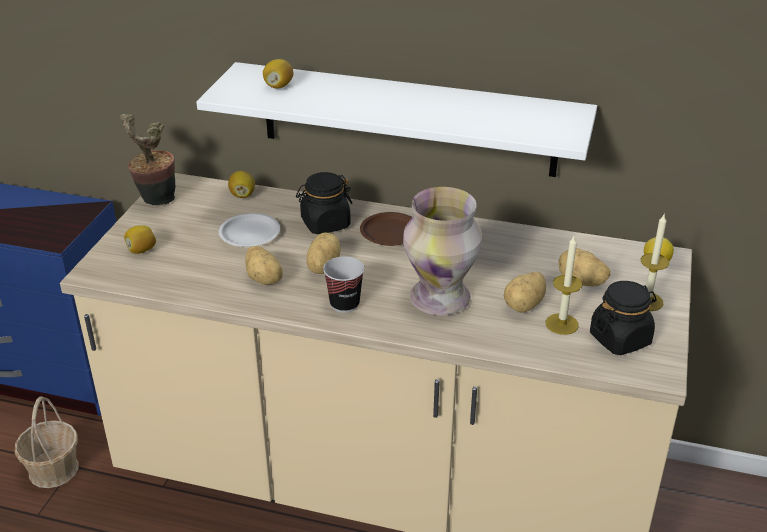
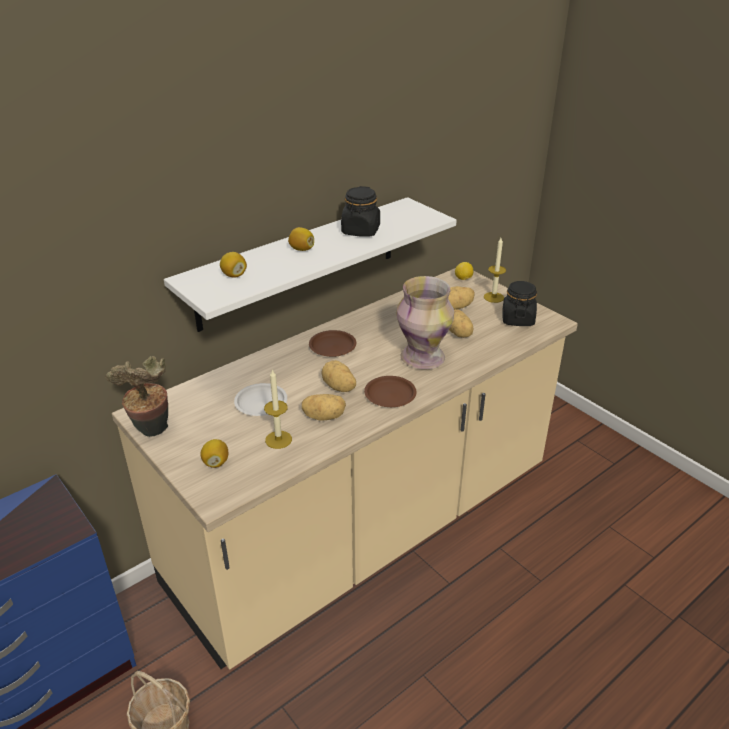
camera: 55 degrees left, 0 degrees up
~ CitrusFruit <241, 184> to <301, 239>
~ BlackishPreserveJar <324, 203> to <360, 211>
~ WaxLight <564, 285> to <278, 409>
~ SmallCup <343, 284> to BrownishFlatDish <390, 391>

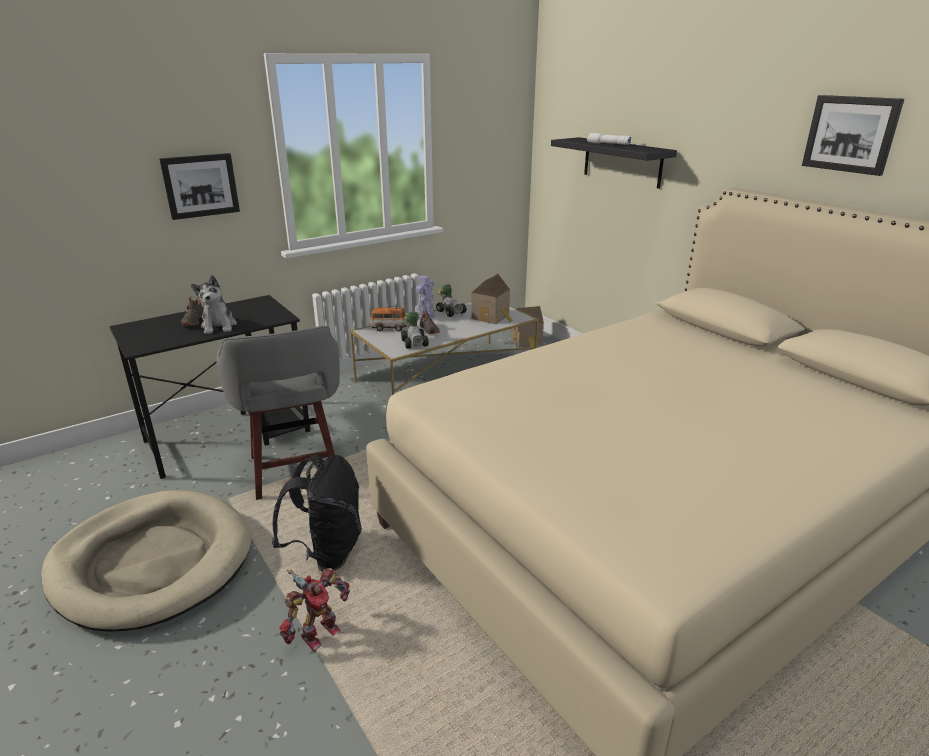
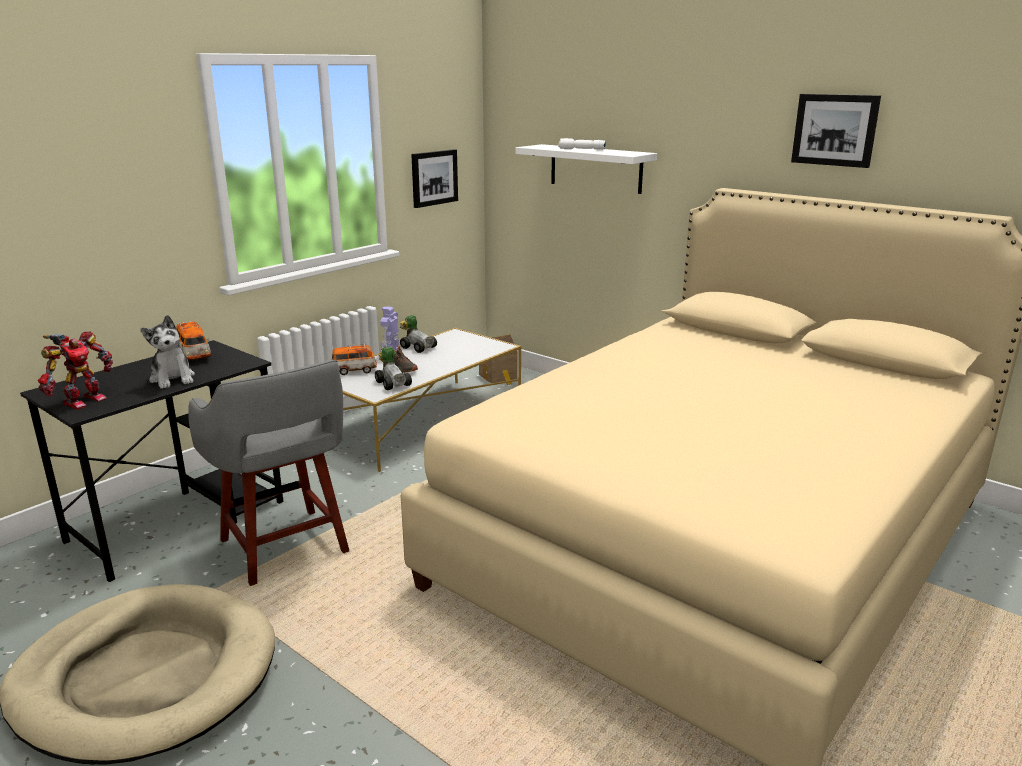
camera: 15 degrees left, 5 degrees down
- BlackishItemOfFootwear <192, 311>
- BlackishKnapsack <317, 513>
- MiniatureHouse <492, 299>
+ ModelCar <193, 340>
~ Picture <199, 186> to <434, 178>
~ ToyRobot <314, 610> to <75, 370>
~ BlackishBracketShelf <614, 163> to WhiteBracketShelf <586, 169>

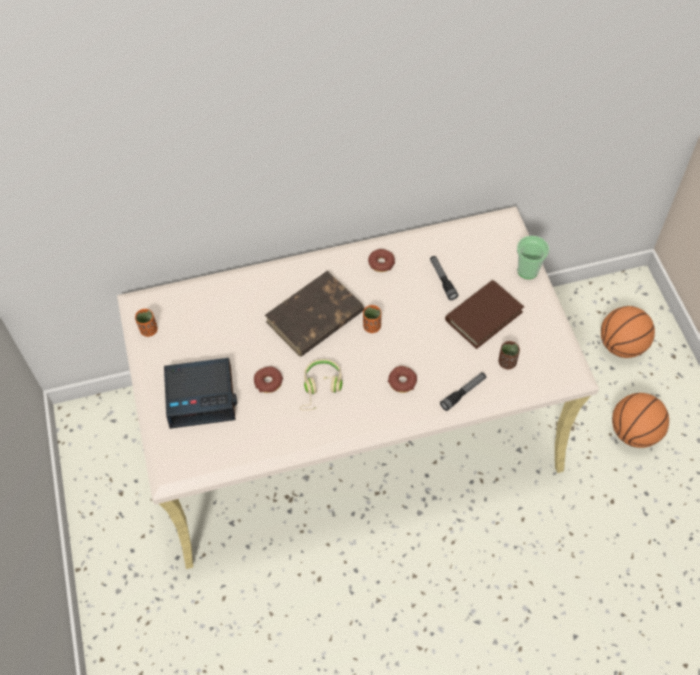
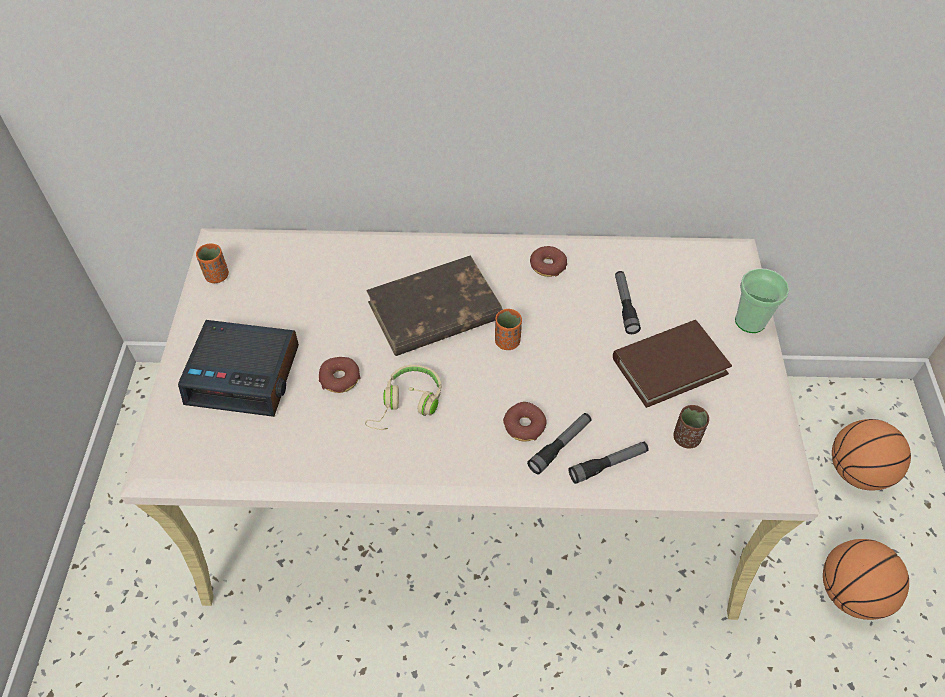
camera: 15 degrees right, 5 degrees down
+ Flashlight <559, 444>

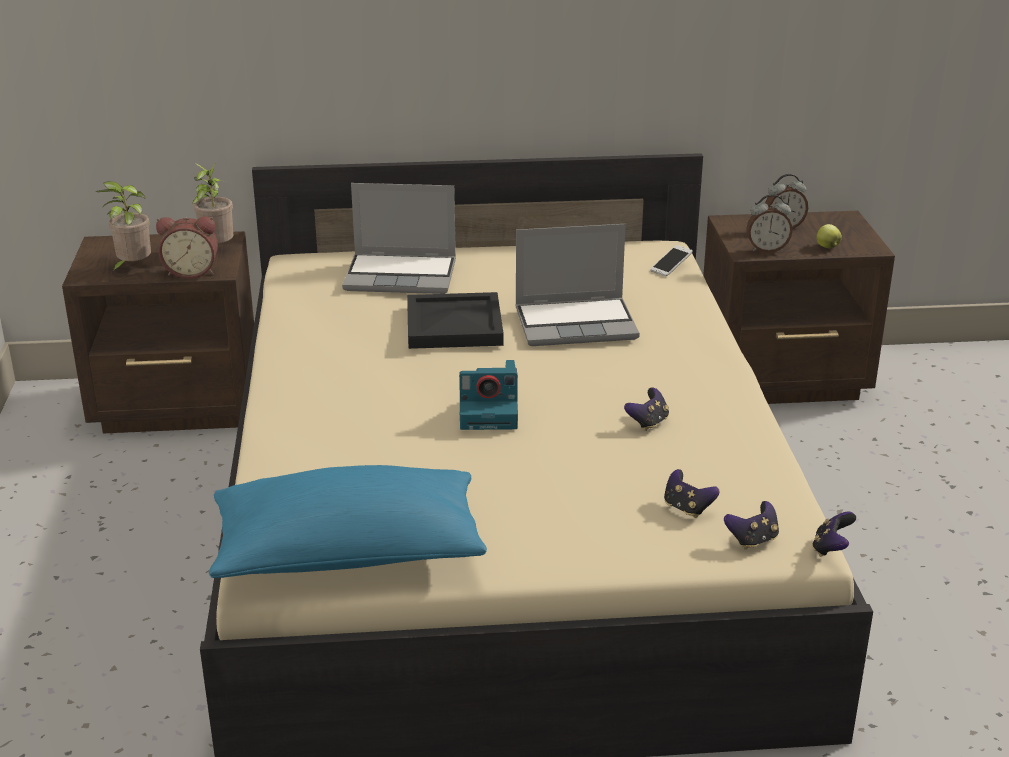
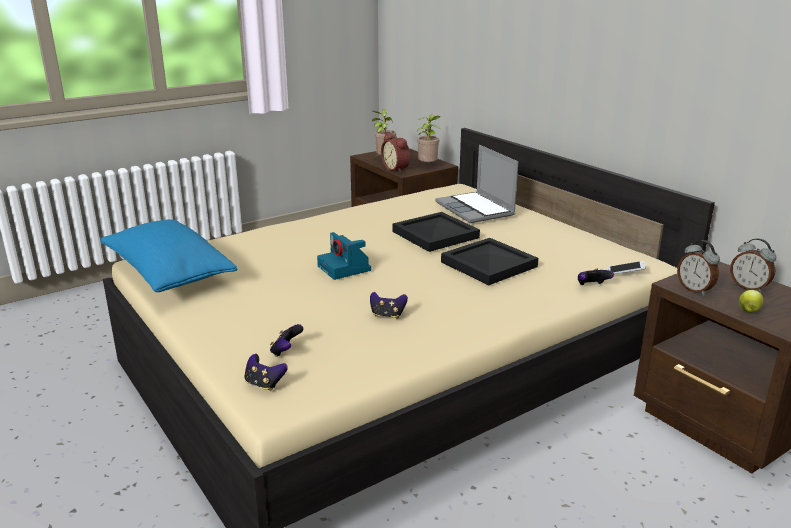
camera: 60 degrees right, 5 degrees down
~ Joypad <834, 534> to <596, 277>
~ PortableComputer <577, 285> to BlackishTray <489, 261>

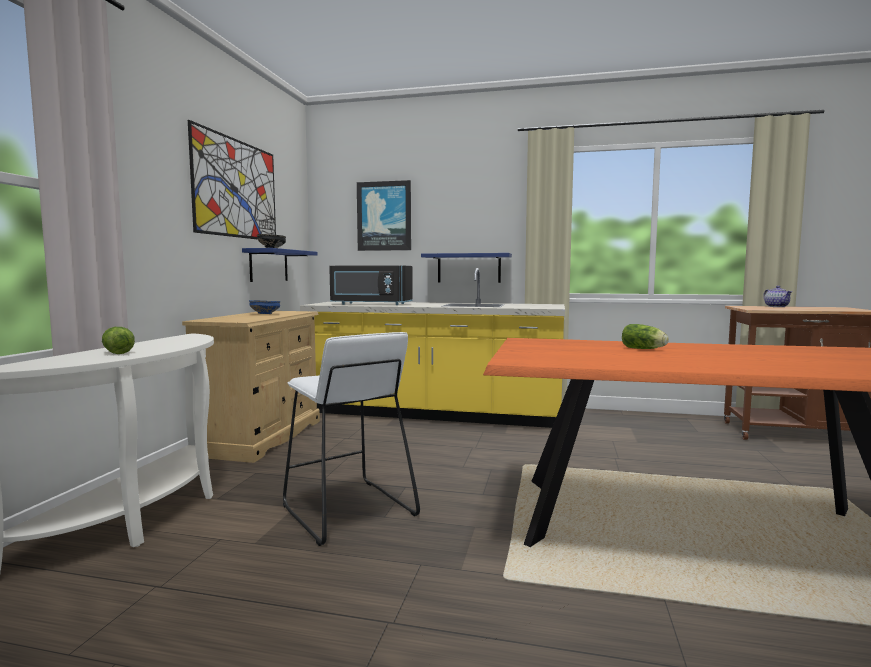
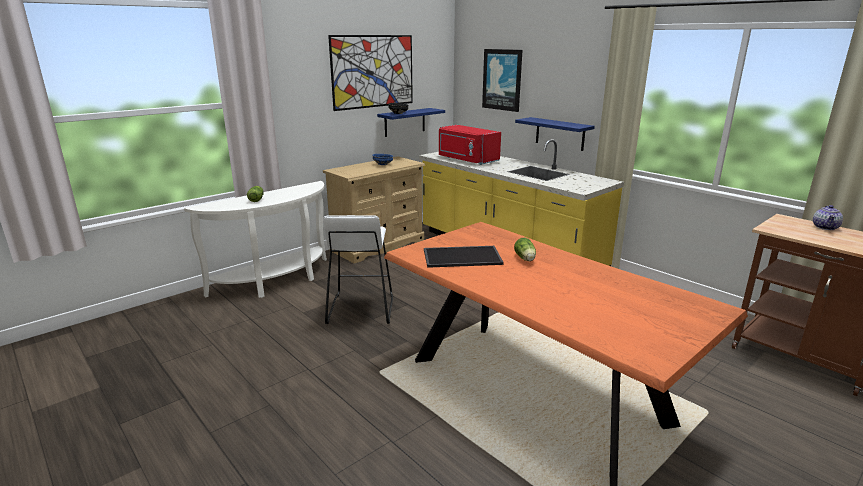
camera: 35 degrees right, 15 degrees up
+ Tray <464, 257>
~ BlackishMicrowaveOven <371, 285> to RedMicrowaveOven <470, 145>

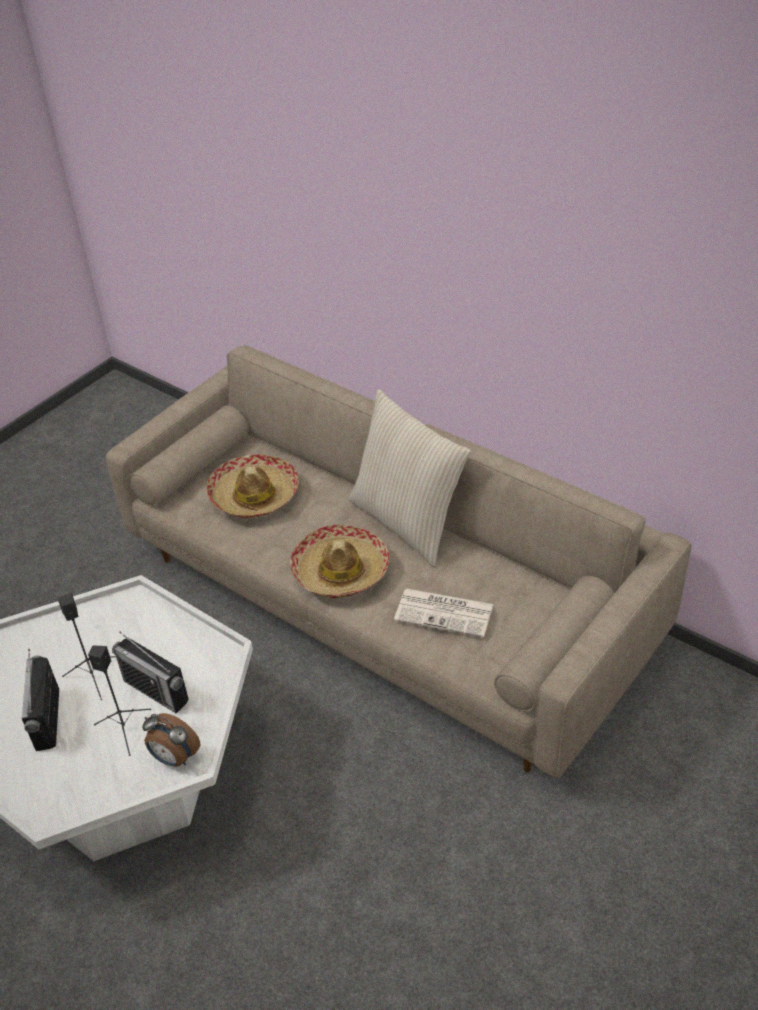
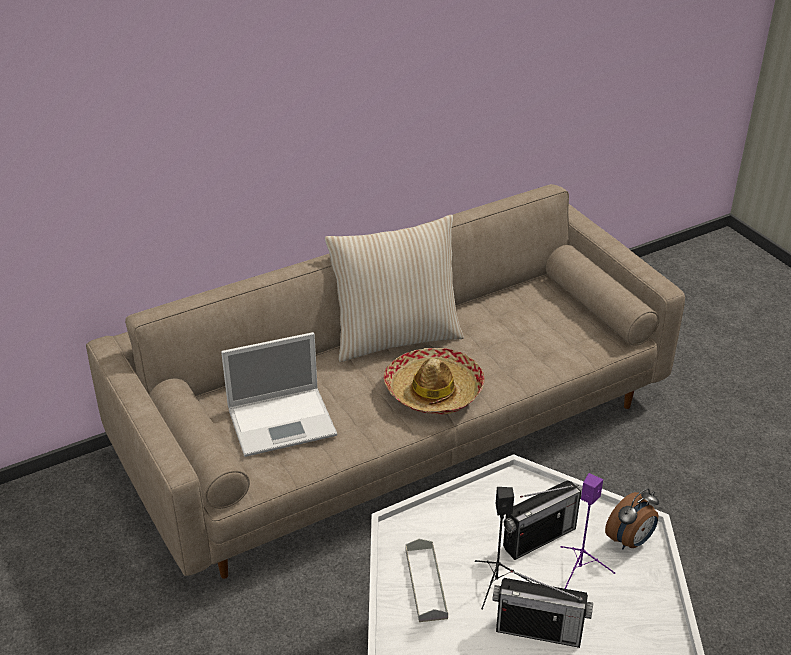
camera: 70 degrees left, 5 degrees down
- Newspaper <444, 613>
+ GreyishTray <426, 580>
~ ClothingHat <252, 486> to PortableComputer <279, 394>
~ BlackishLoudspeaker <119, 700> to PurpleLoudspeaker <588, 531>

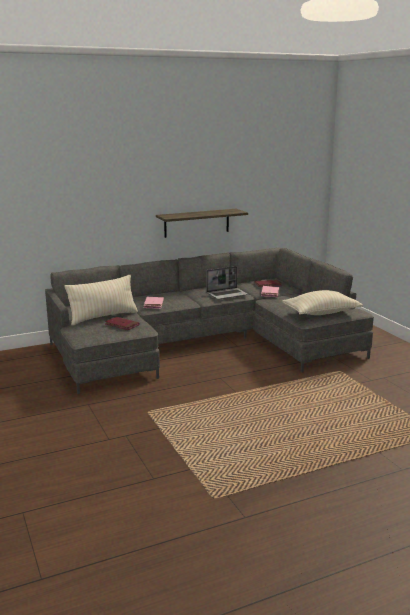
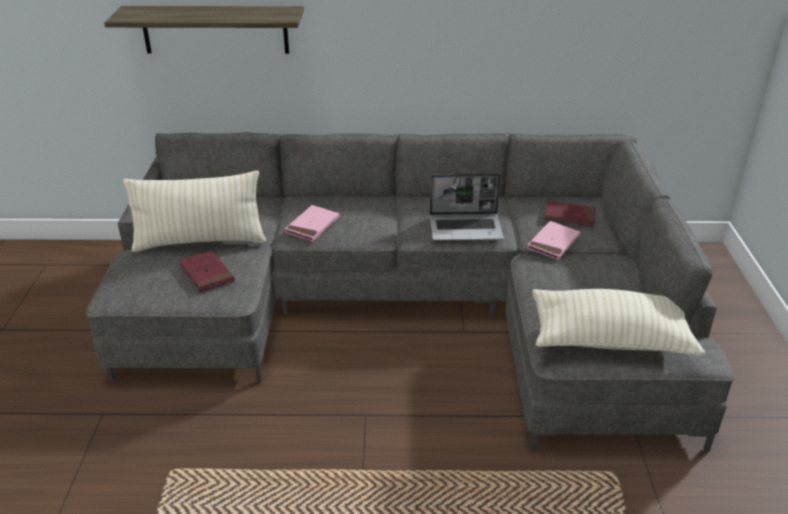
camera: 25 degrees right, 15 degrees up
~ BracketShelf <202, 223> to <204, 30>

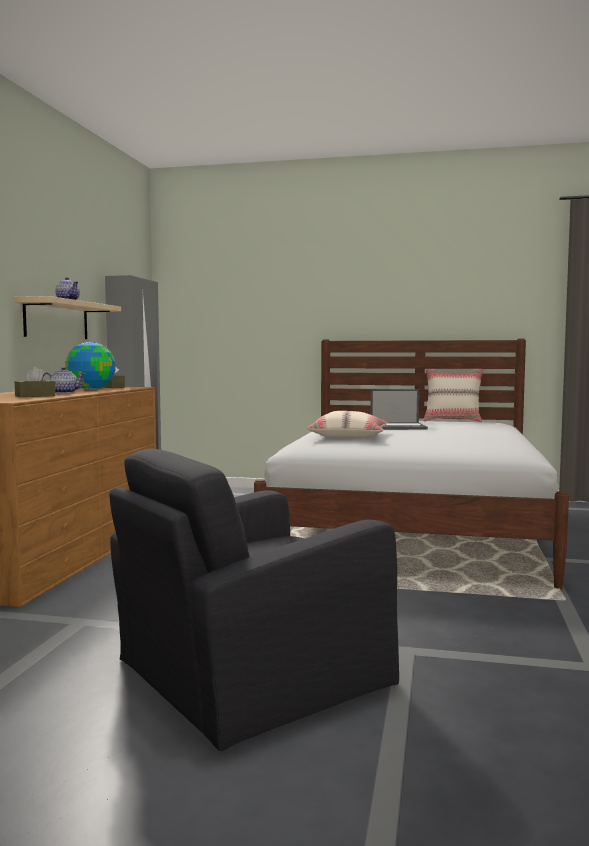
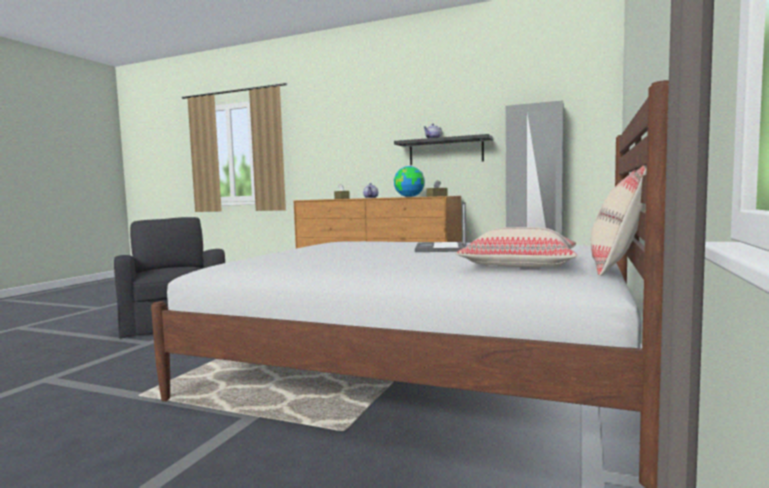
camera: 100 degrees right, 0 degrees up
~ BeigeColouredCushion <347, 425> to <516, 247>
~ BeigeColouredBracketShelf <67, 317> to BlackishBracketShelf <443, 149>

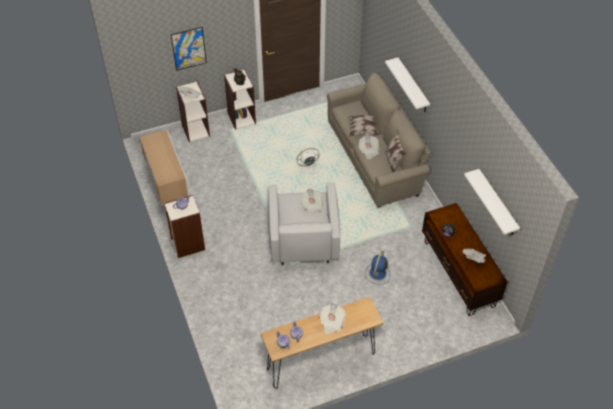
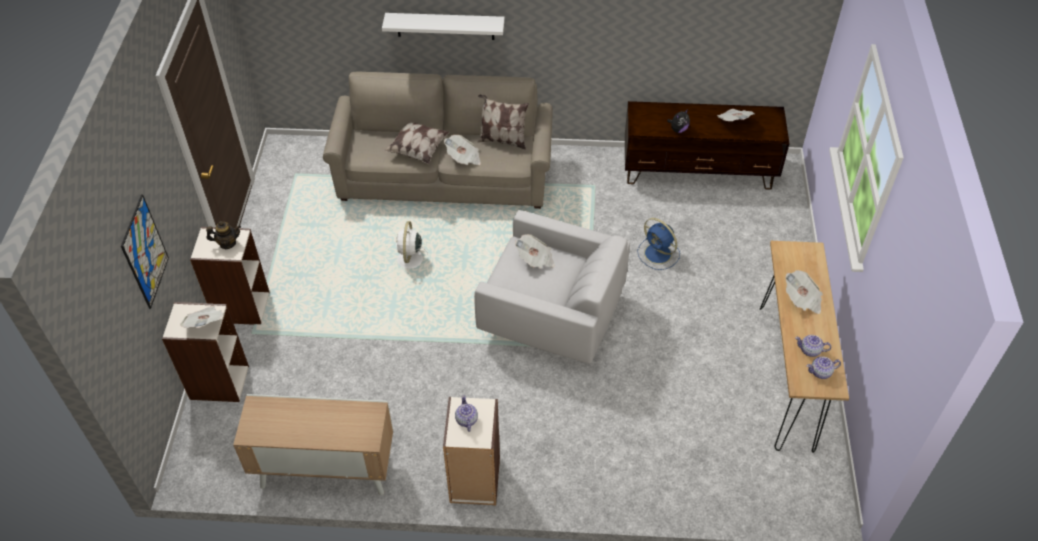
camera: 65 degrees left, 0 degrees up
- WhiteBracketShelf <492, 202>

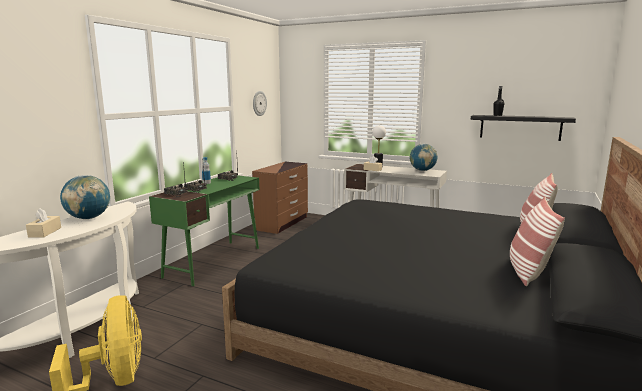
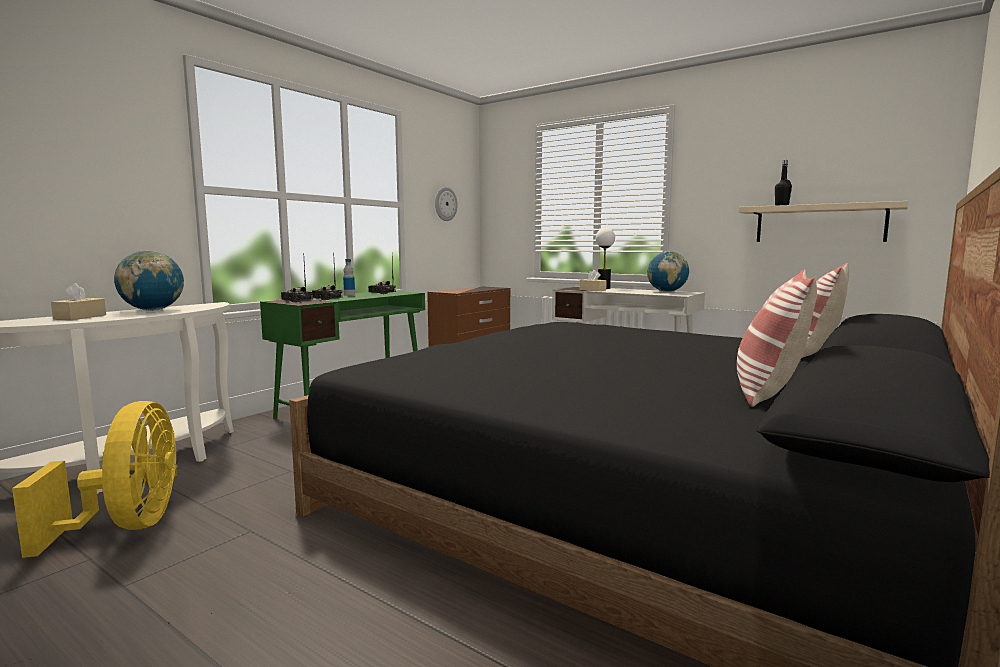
camera: 10 degrees right, 5 degrees down
~ BlackishBracketShelf <523, 128> to BeigeColouredBracketShelf <823, 221>

